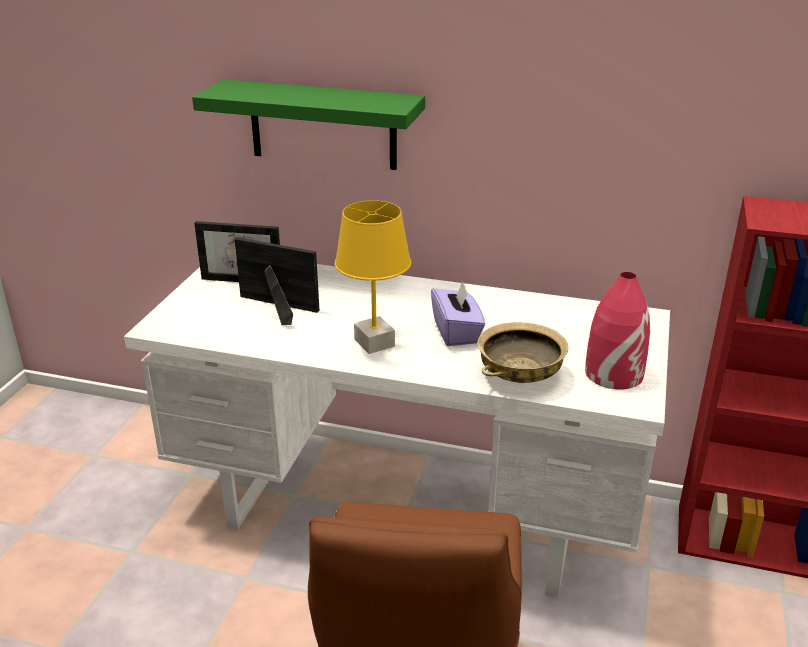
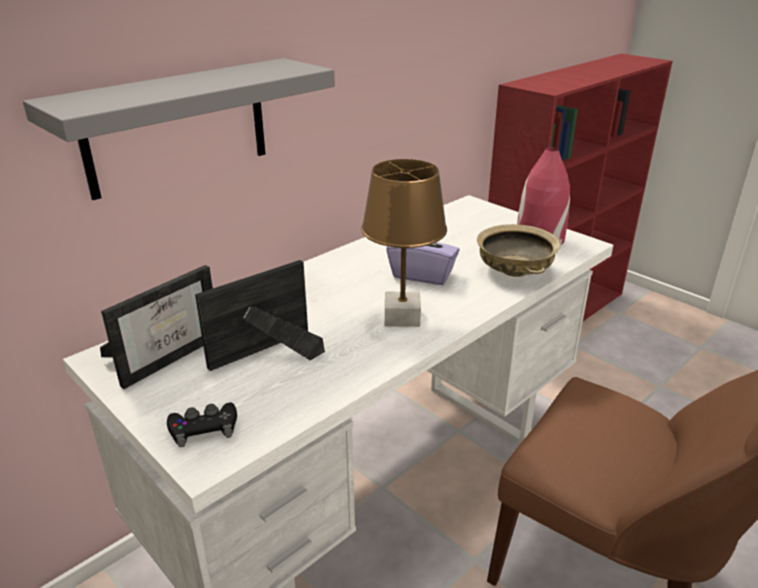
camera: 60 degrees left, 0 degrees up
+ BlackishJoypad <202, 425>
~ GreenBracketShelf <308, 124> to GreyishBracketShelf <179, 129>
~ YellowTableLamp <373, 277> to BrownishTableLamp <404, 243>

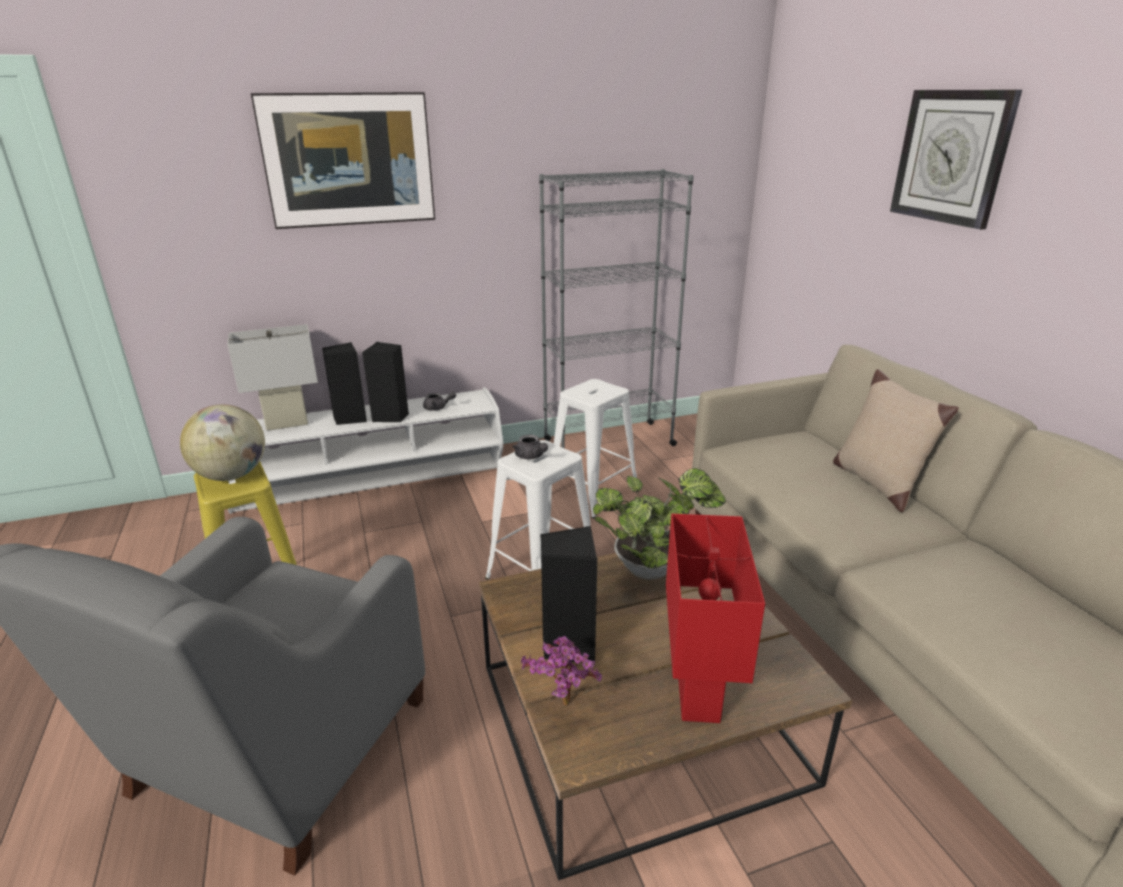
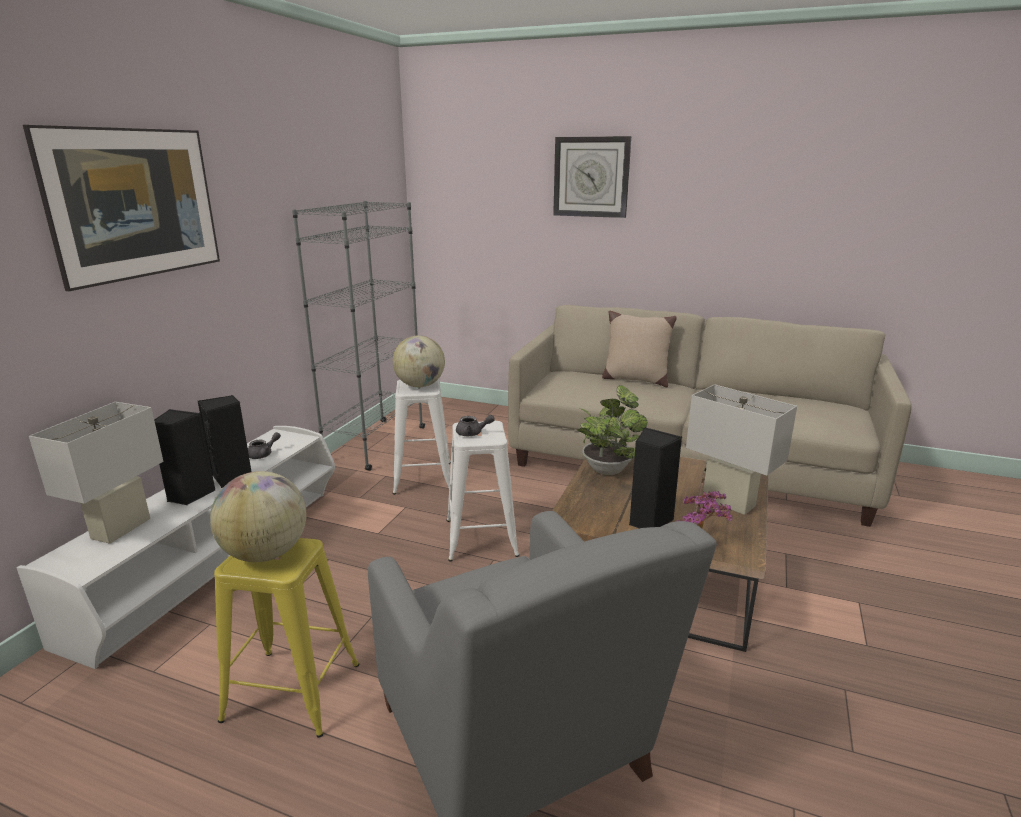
camera: 50 degrees left, 5 degrees down
+ Globe <419, 361>
~ RedTableLamp <715, 618> to WhiteTableLamp <741, 449>

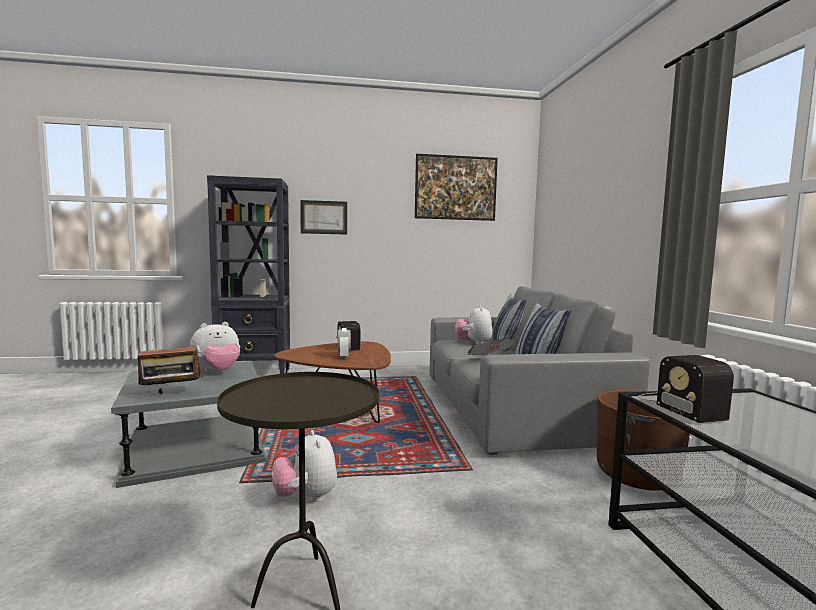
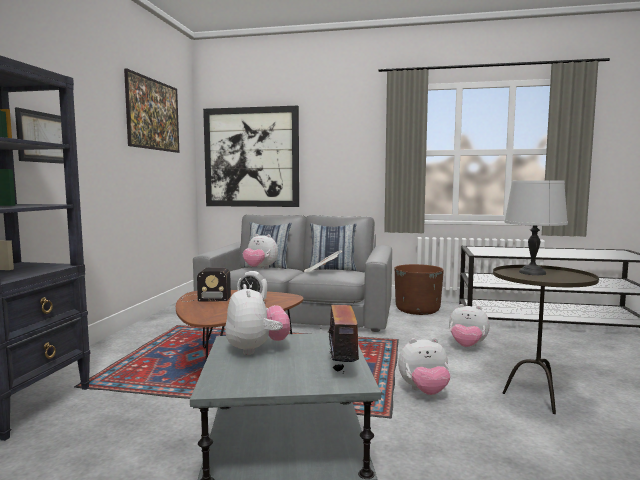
camera: 70 degrees left, 0 degrees up
- RadioSet <686, 389>
+ Picture <251, 156>
+ CuddlyToy <469, 325>
+ GreyishTableLamp <536, 227>

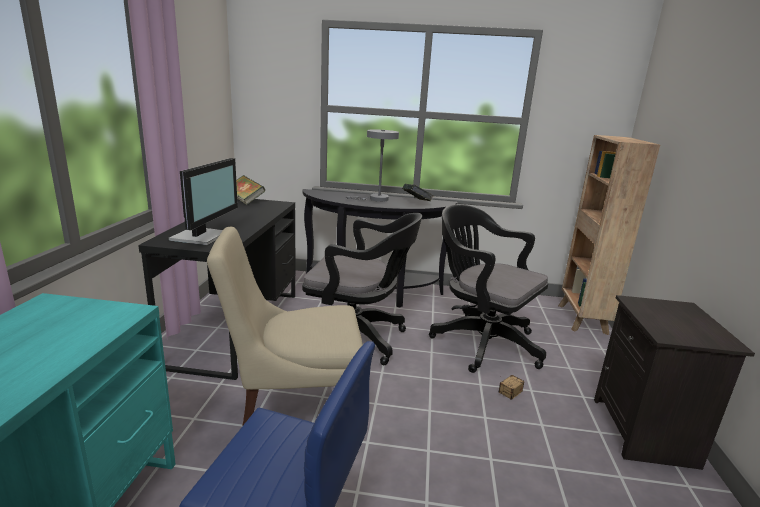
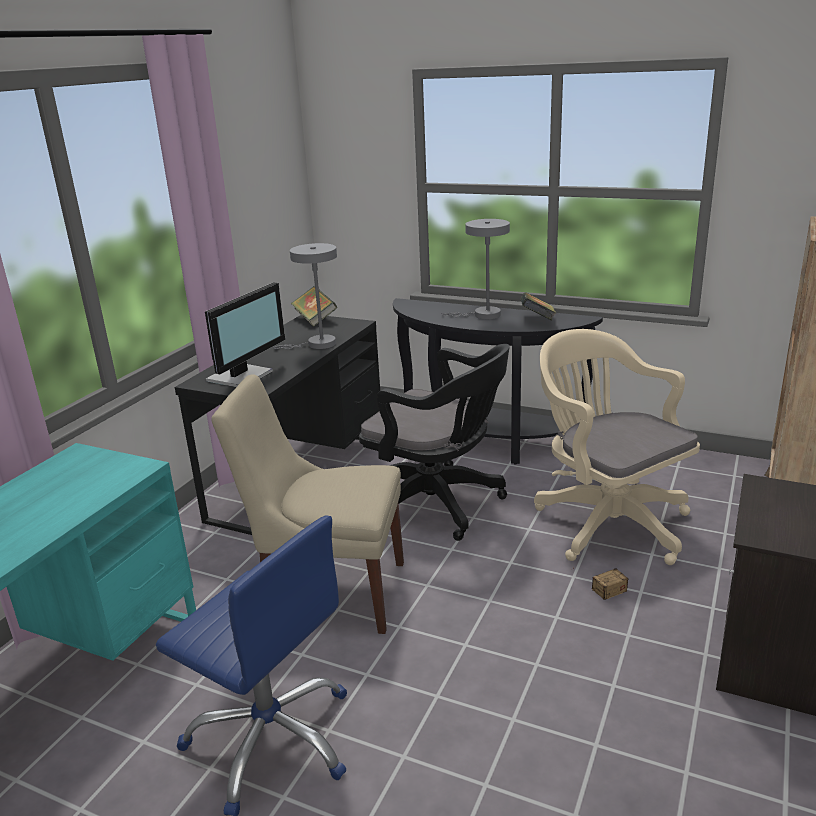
camera: 20 degrees right, 5 degrees up
+ GreyishTableLamp <305, 296>
~ BlackishOfficeChair <488, 288> to BeigeColouredOfficeChair <617, 447>

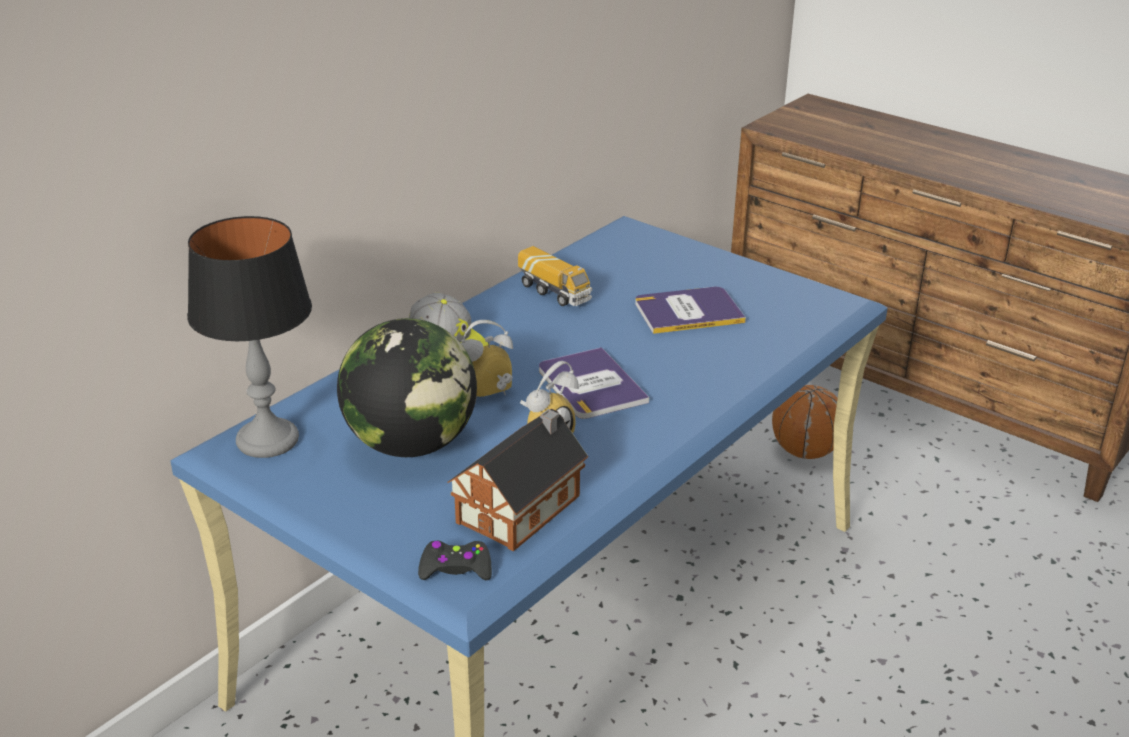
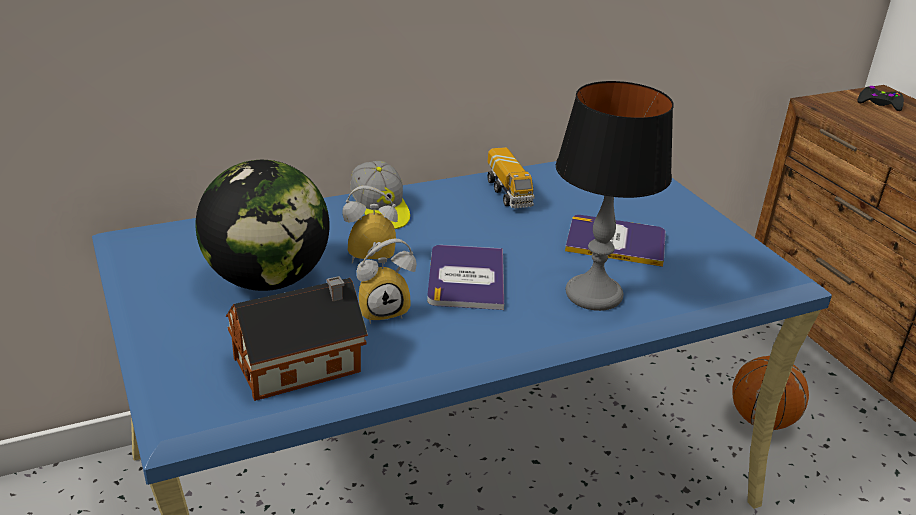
camera: 25 degrees right, 0 degrees up
~ TableLamp <249, 337> to <615, 196>
~ BlackishJoypad <455, 560> to <880, 98>

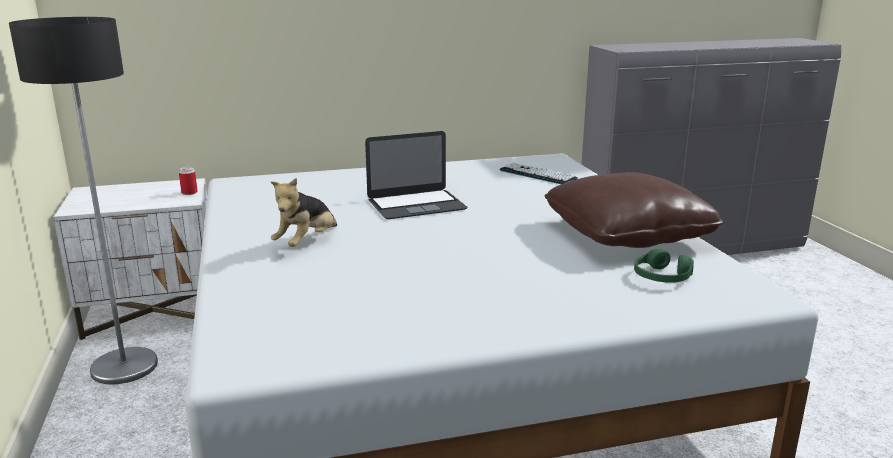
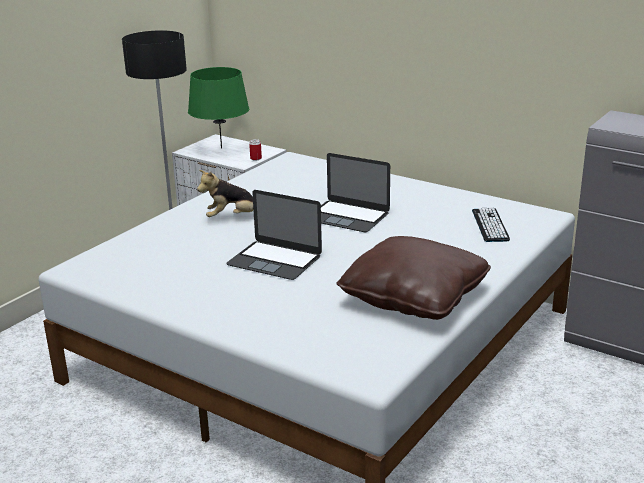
camera: 50 degrees right, 5 degrees up
- GreenHeadset <664, 266>
+ GreenTableLamp <218, 108>
+ PortableComputer <274, 235>

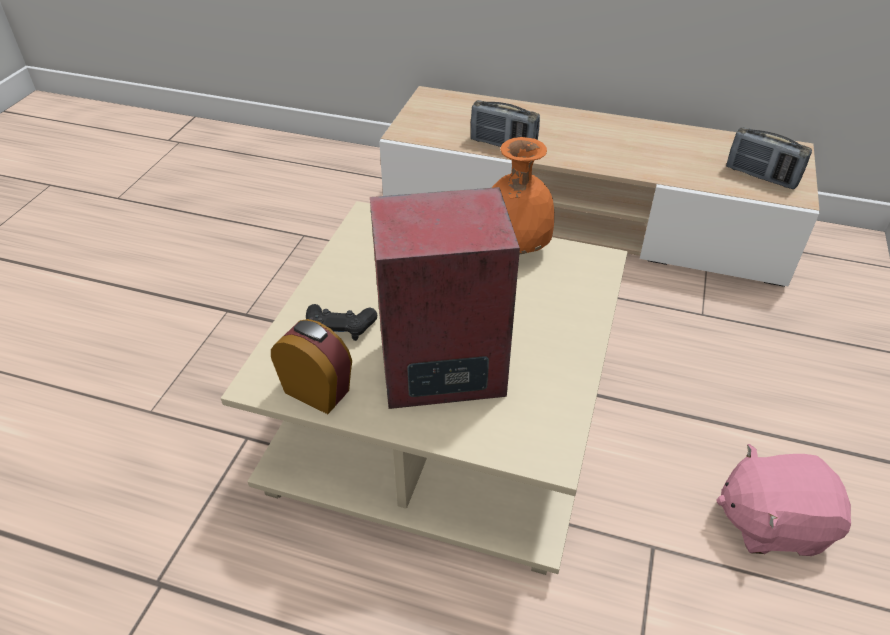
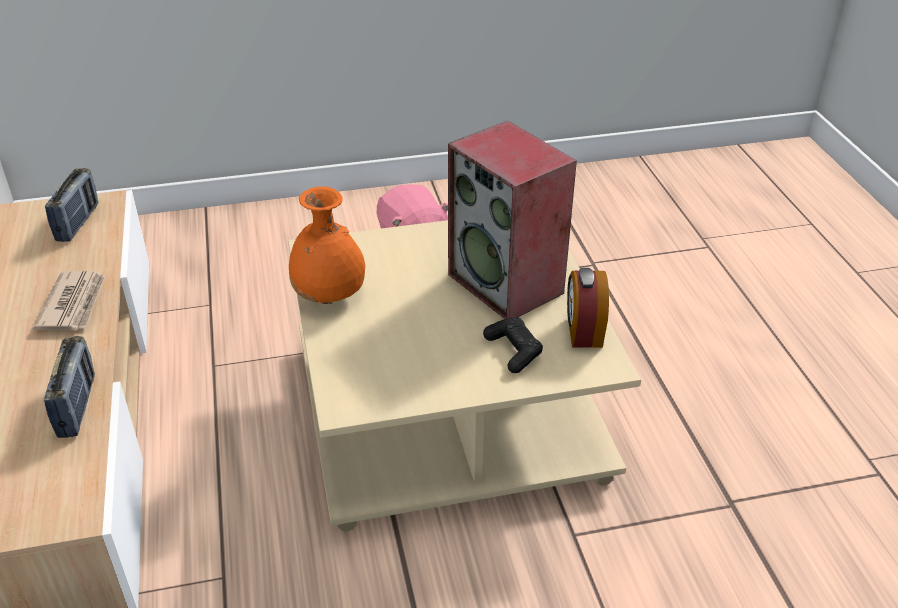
camera: 120 degrees left, 5 degrees down
+ Newspaper <69, 301>

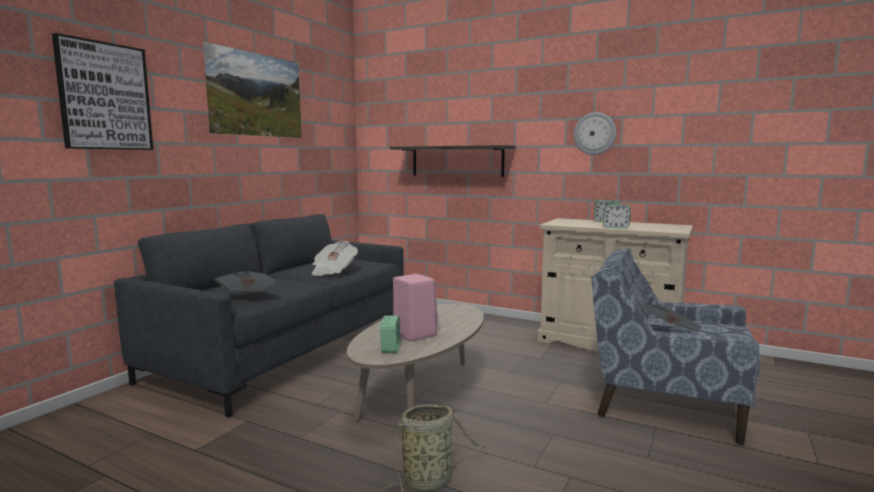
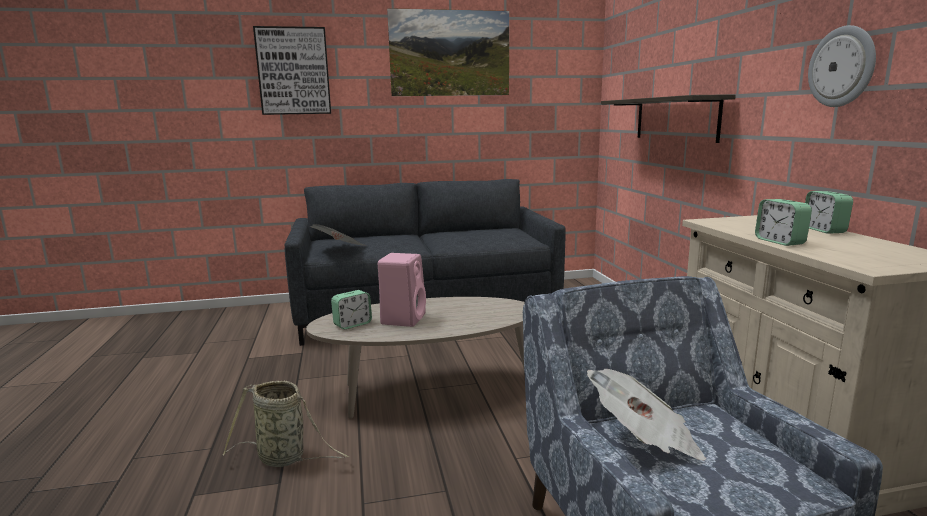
camera: 50 degrees right, 5 degrees up
- Newspaper <335, 258>

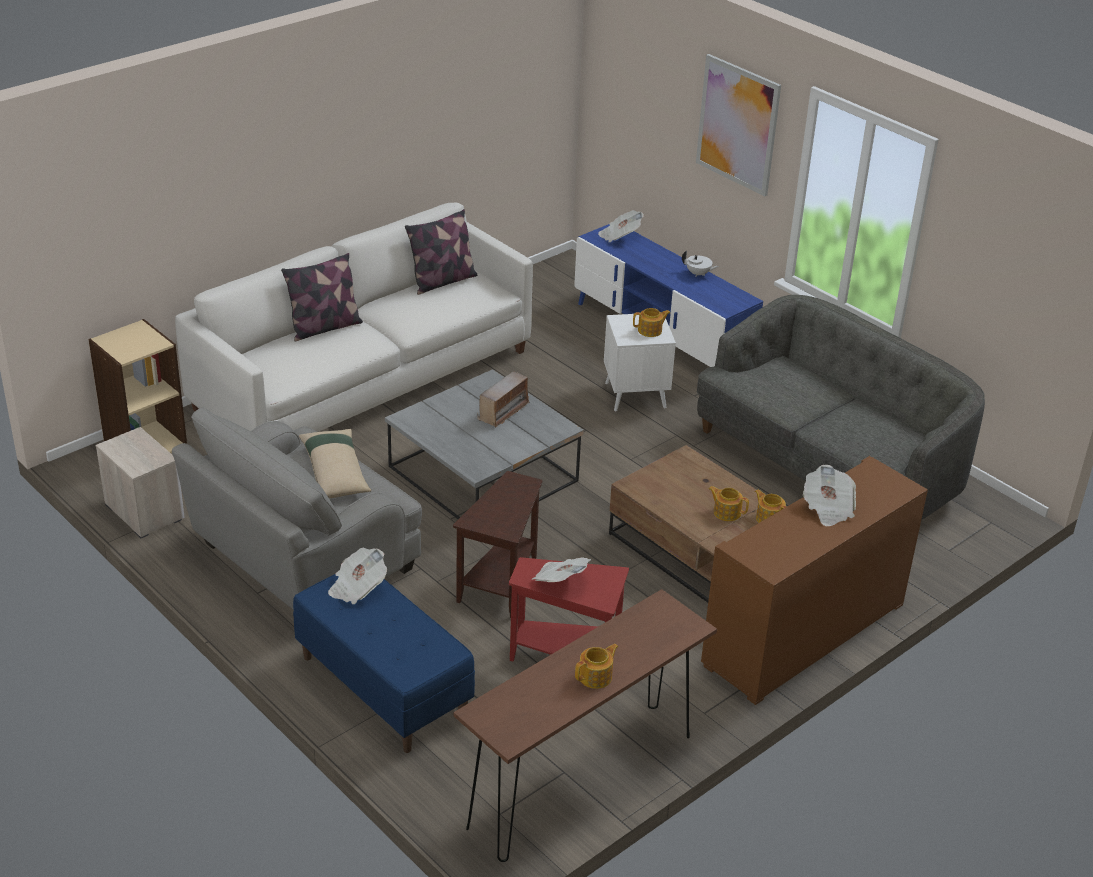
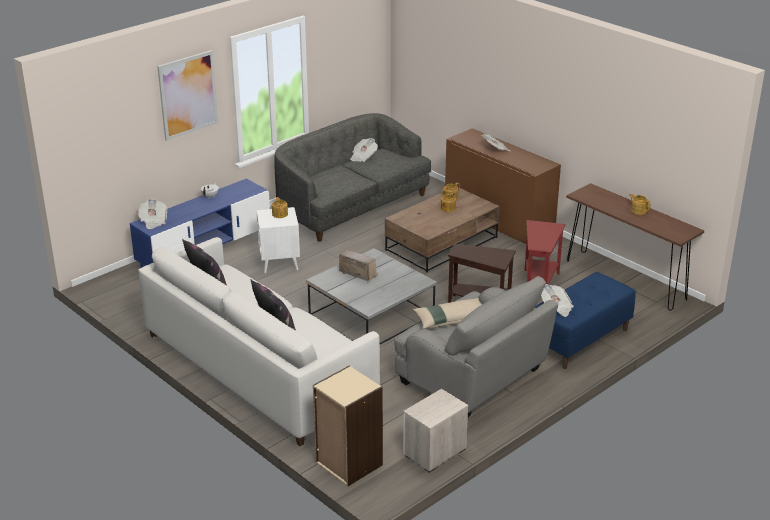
camera: 90 degrees left, 5 degrees down
~ Newspaper <561, 569> to <364, 150>

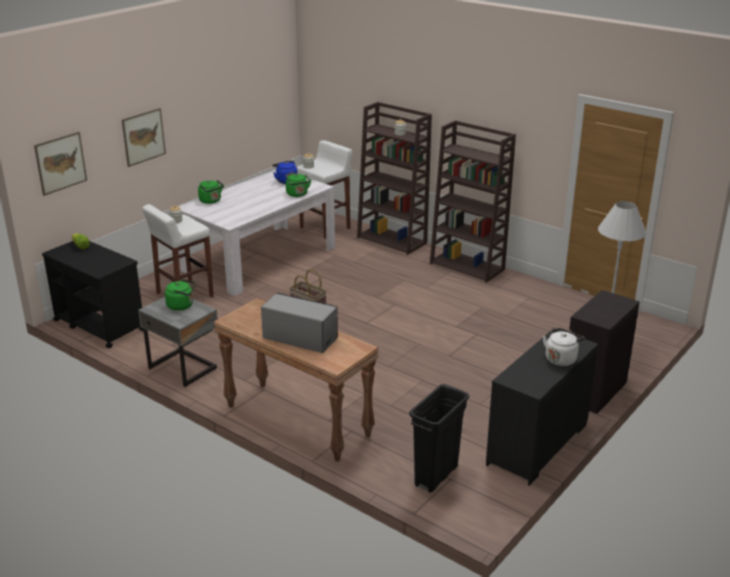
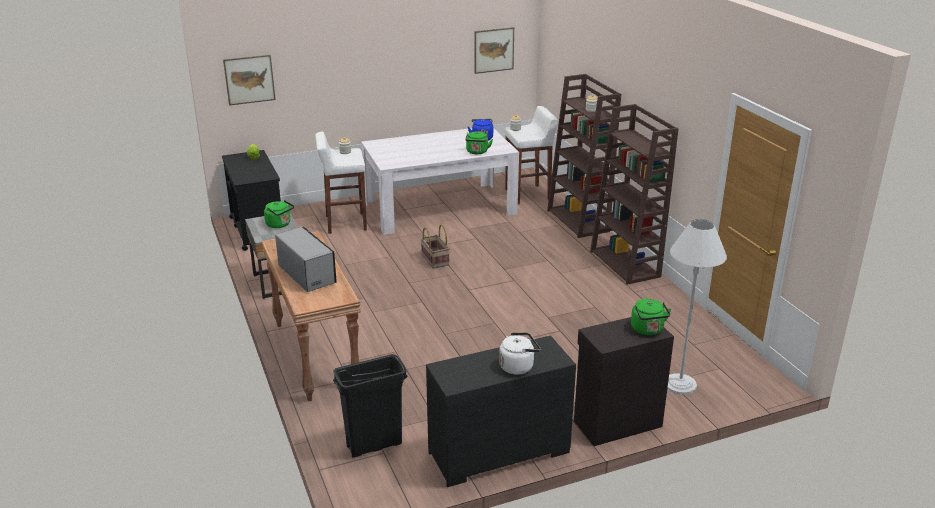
camera: 30 degrees right, 0 degrees up
~ Picture <144, 137> to <494, 50>
~ GreenWaterKettle <211, 192> to <651, 317>

